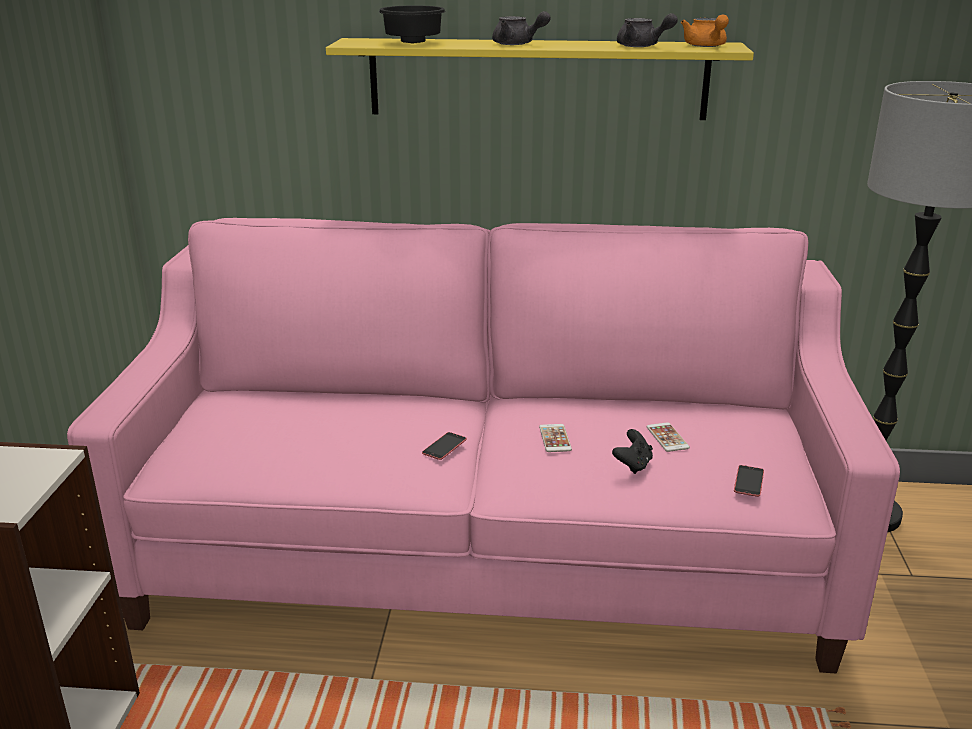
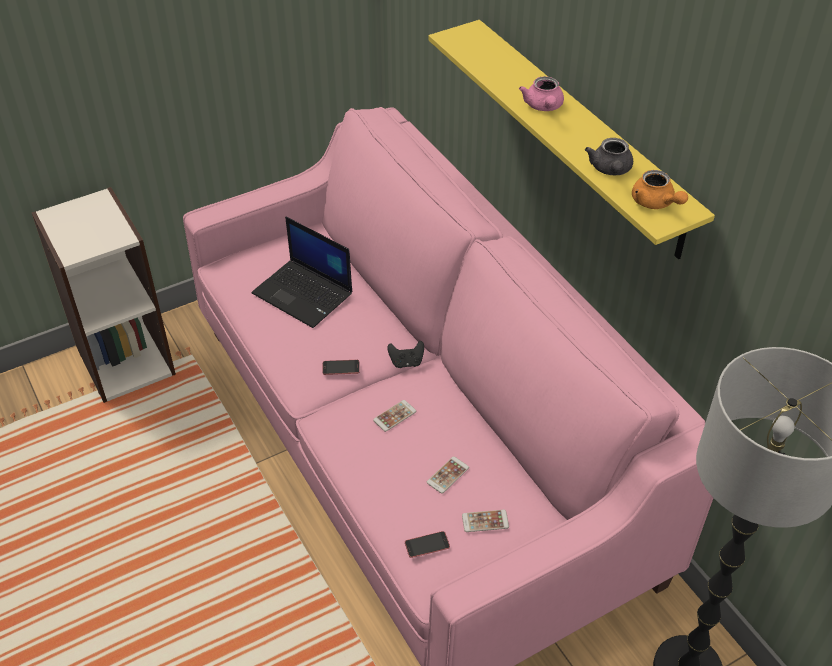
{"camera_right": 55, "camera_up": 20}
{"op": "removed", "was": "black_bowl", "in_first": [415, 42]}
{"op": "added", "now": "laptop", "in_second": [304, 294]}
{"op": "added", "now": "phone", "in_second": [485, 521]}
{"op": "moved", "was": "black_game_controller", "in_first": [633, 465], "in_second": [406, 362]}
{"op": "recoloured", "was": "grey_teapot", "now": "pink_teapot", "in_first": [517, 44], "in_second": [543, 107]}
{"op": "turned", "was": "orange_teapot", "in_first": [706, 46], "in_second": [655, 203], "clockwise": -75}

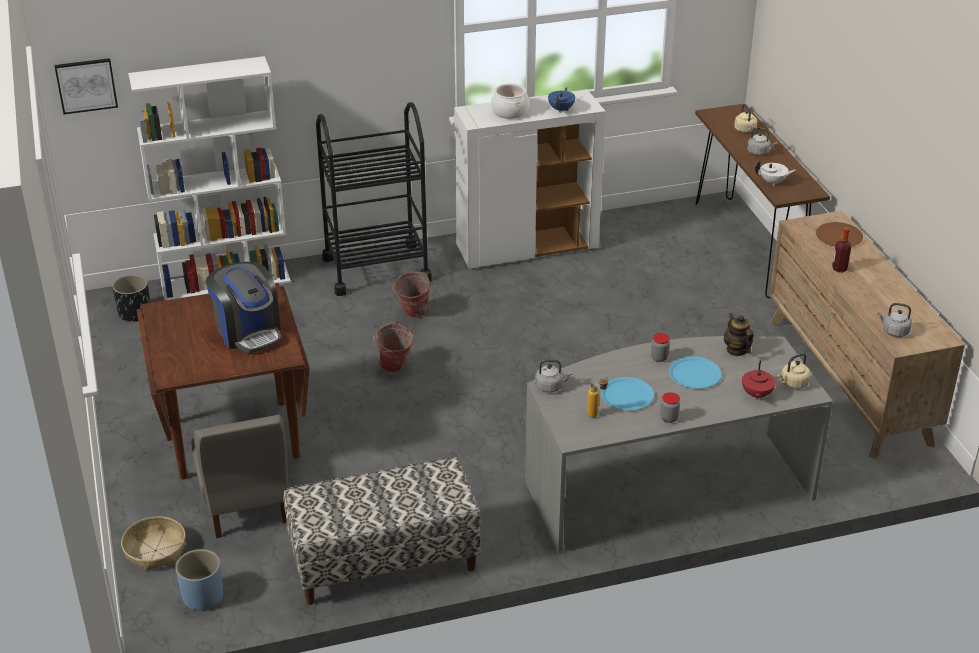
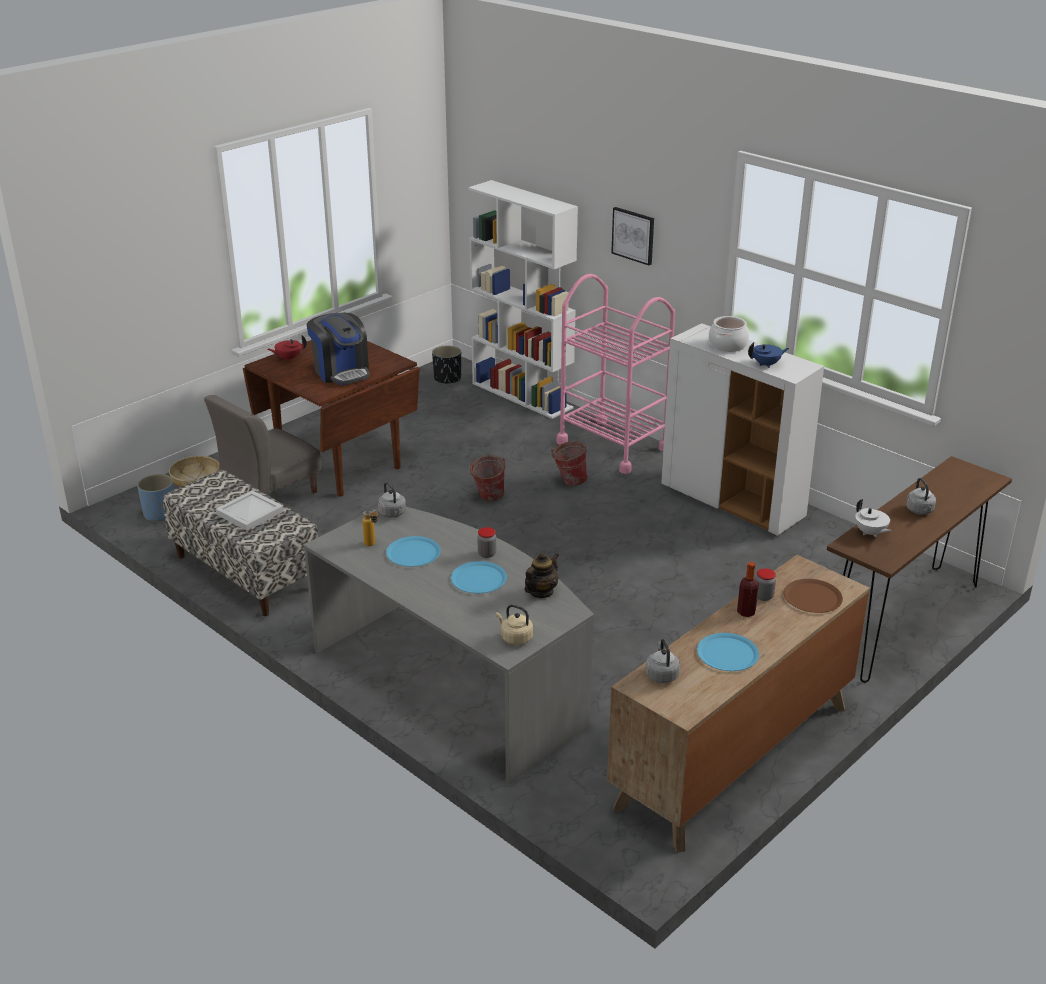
{"camera_right": 60, "camera_up": -5}
{"op": "removed", "was": "beige_kettle", "in_first": [745, 130]}
{"op": "added", "now": "white_tray", "in_second": [250, 513]}
{"op": "added", "now": "blue_plate", "in_second": [727, 653]}
{"op": "moved", "was": "picture", "in_first": [86, 85], "in_second": [633, 235]}
{"op": "moved", "was": "jar", "in_first": [669, 418], "in_second": [763, 596]}
{"op": "moved", "was": "red_teapot", "in_first": [756, 394], "in_second": [288, 358]}
{"op": "recoloured", "was": "black_cart", "now": "pink_cart", "in_first": [376, 269], "in_second": [613, 446]}
{"op": "turned", "was": "coffee_machine", "in_first": [248, 331], "in_second": [341, 372], "clockwise": -60}

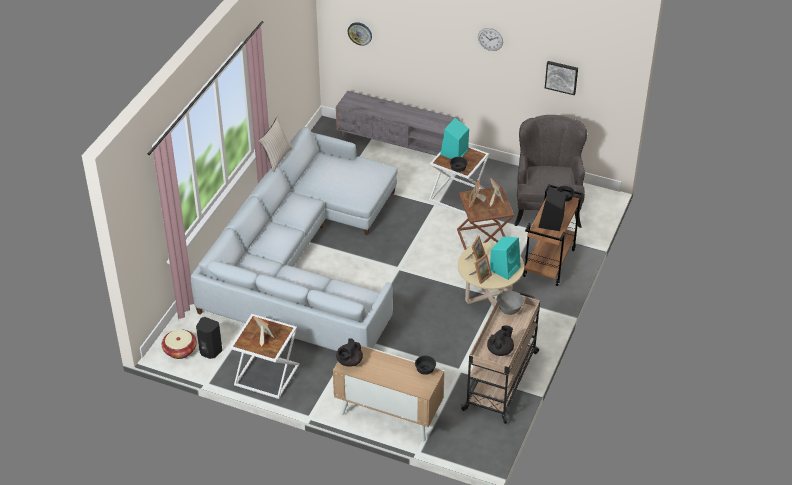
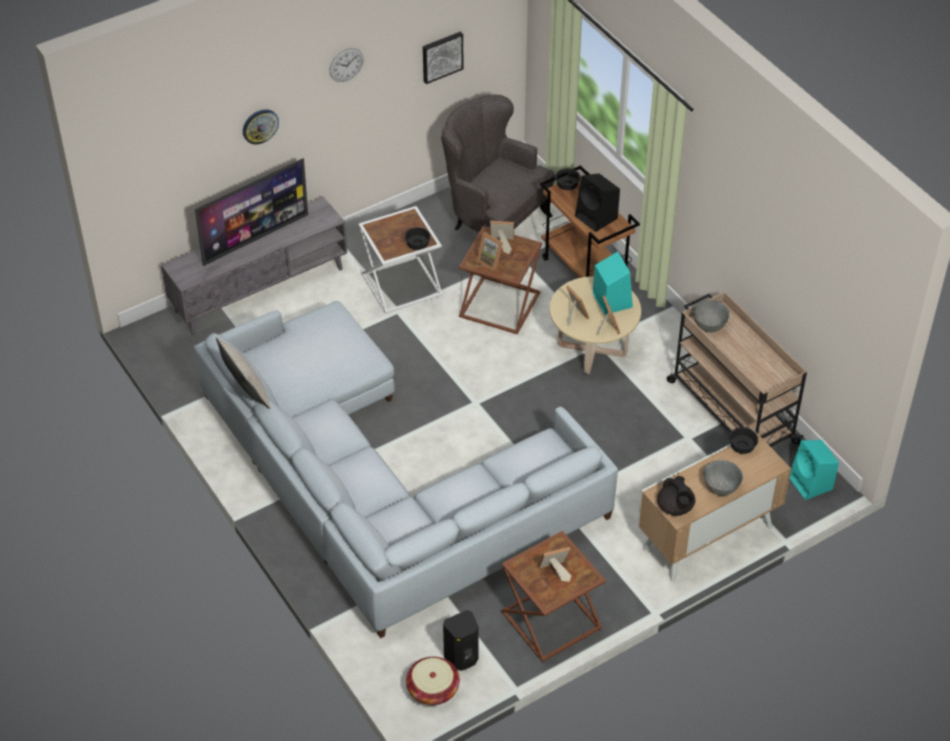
{"camera_right": -55, "camera_up": 5}
{"op": "removed", "was": "black_teapot", "in_first": [500, 350]}
{"op": "added", "now": "television", "in_second": [255, 238]}
{"op": "added", "now": "grey_bowl", "in_second": [721, 488]}
{"op": "moved", "was": "wall_clock", "in_first": [360, 33], "in_second": [260, 126]}
{"op": "moved", "was": "turquoise_speaker", "in_first": [454, 153], "in_second": [811, 484]}
{"op": "recoloured", "was": "white_side_table", "now": "brown_side_table", "in_first": [265, 375], "in_second": [550, 621]}

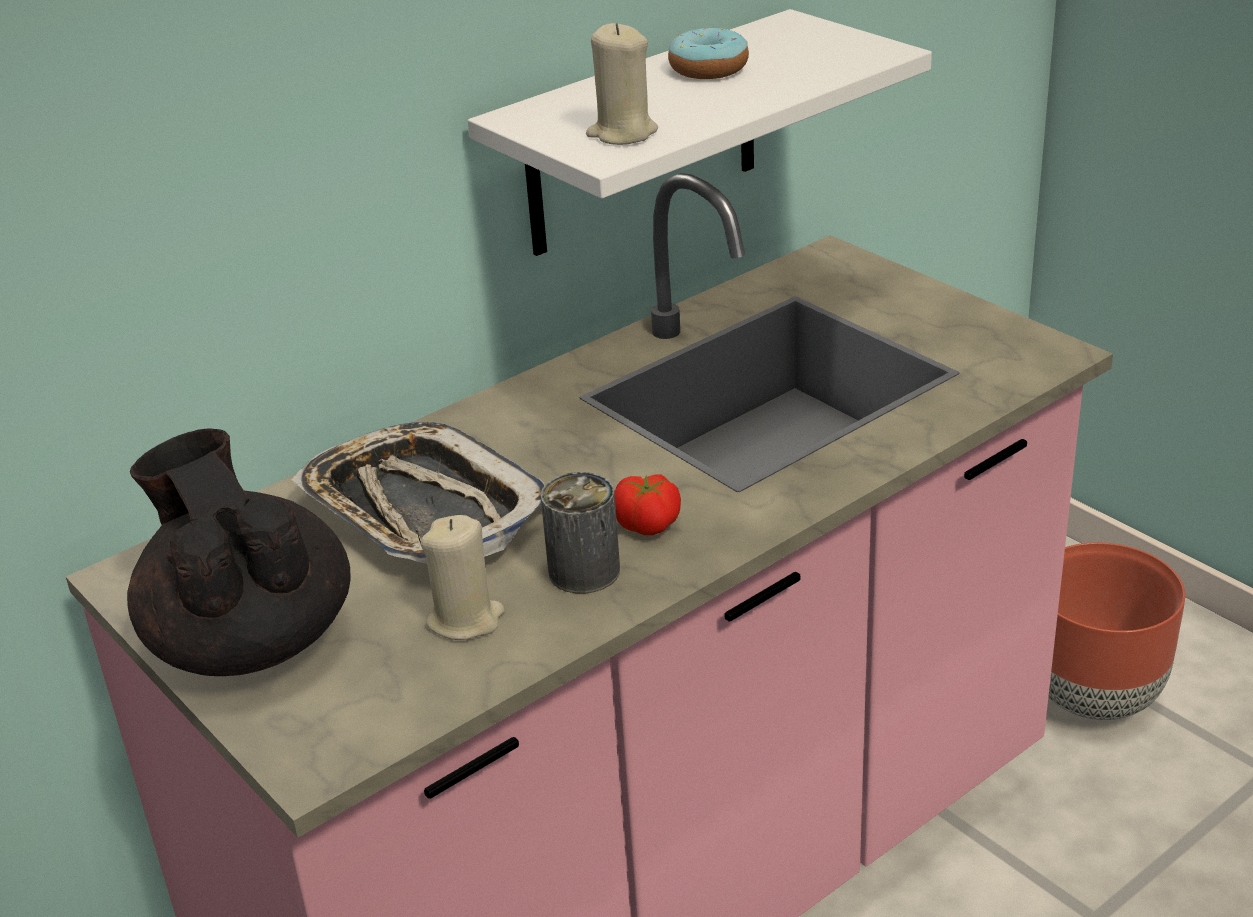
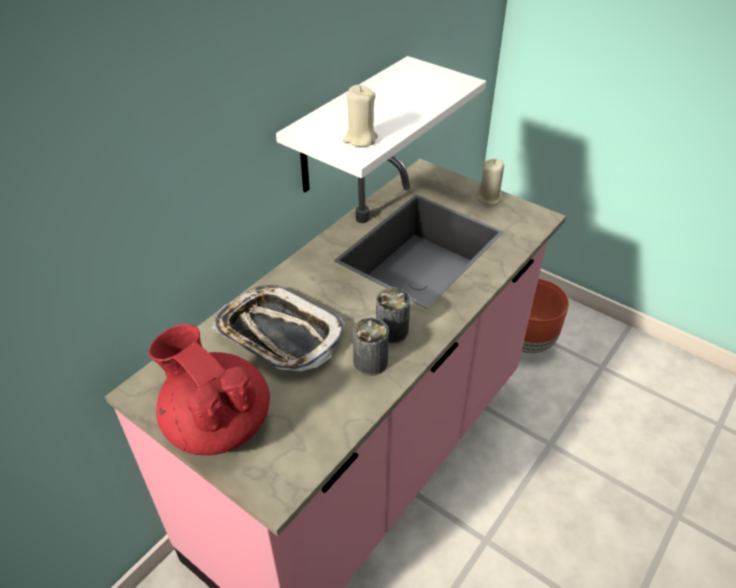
{"camera_right": -15, "camera_up": 10}
{"op": "removed", "was": "donut", "in_first": [708, 69]}
{"op": "moved", "was": "beige_candle", "in_first": [466, 619], "in_second": [489, 197]}
{"op": "replaced", "was": "tomato", "now": "can", "in_first": [649, 523], "in_second": [392, 330]}
{"op": "recoloured", "was": "black_teapot", "now": "red_teapot", "in_first": [250, 639], "in_second": [217, 423]}

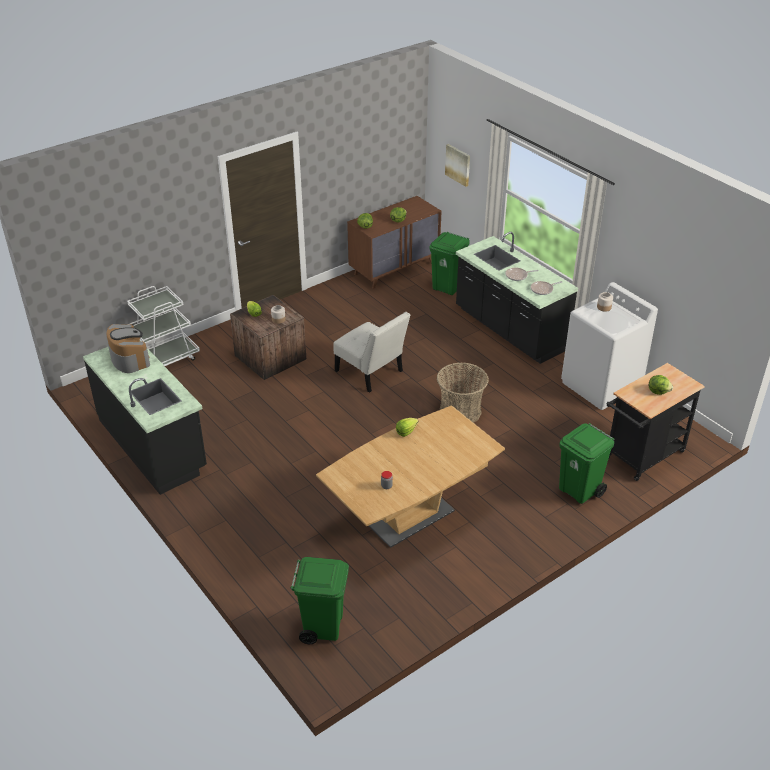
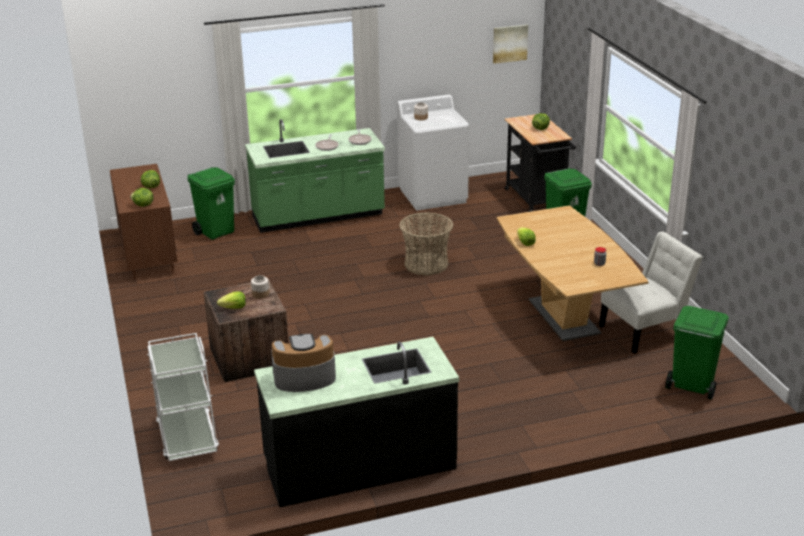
{"camera_right": -70, "camera_up": -10}
{"op": "moved", "was": "white_chair", "in_first": [371, 373], "in_second": [645, 331]}
{"op": "moved", "was": "picture", "in_first": [458, 164], "in_second": [509, 43]}
{"op": "recoloured", "was": "black_counter", "now": "green_counter", "in_first": [509, 330], "in_second": [318, 217]}

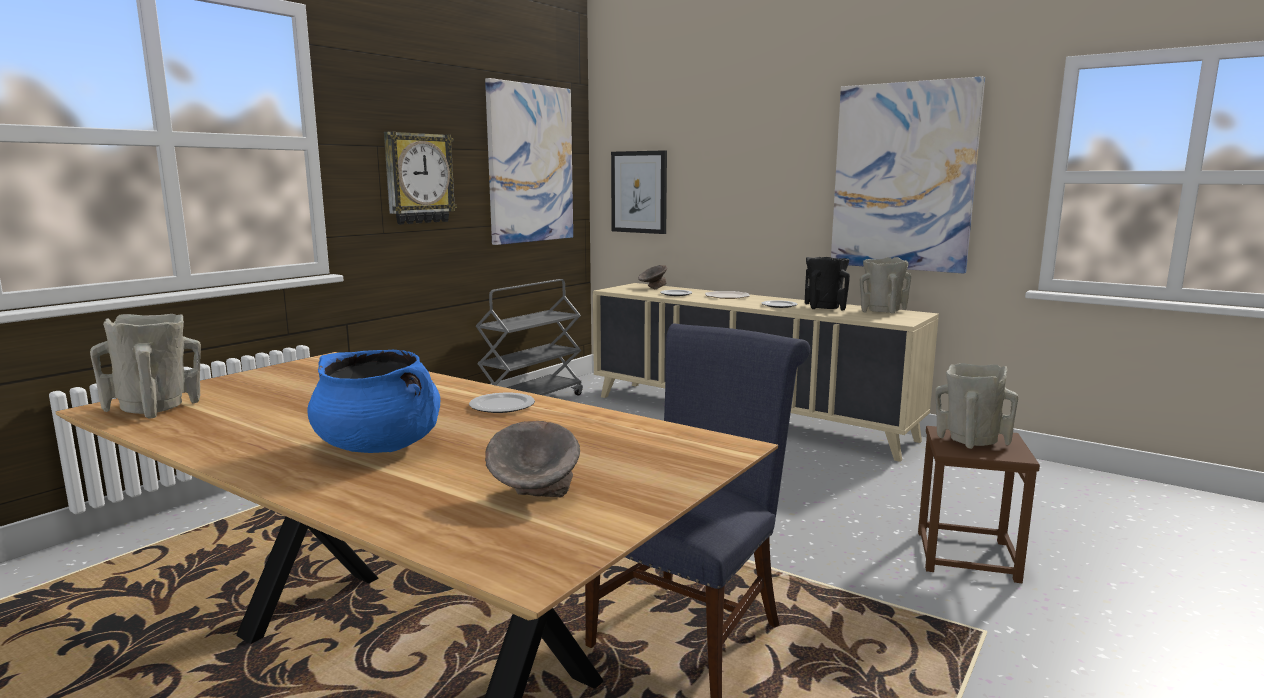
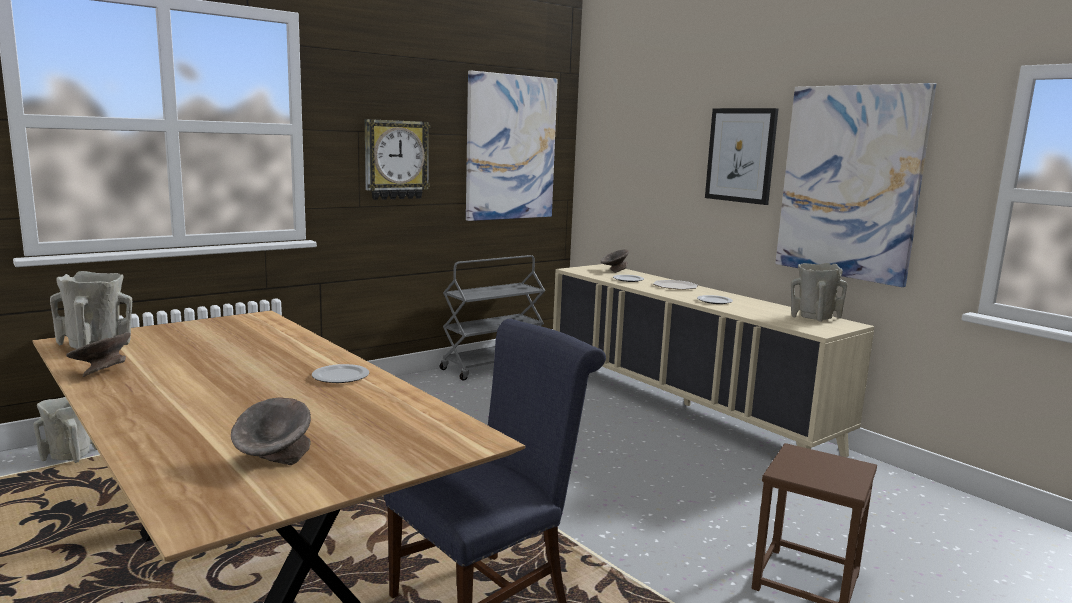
{"camera_right": 15, "camera_up": 0}
{"op": "removed", "was": "blue_cooking_pot", "in_first": [380, 446]}
{"op": "removed", "was": "black_vase", "in_first": [825, 308]}
{"op": "added", "now": "grey_bowl", "in_second": [101, 372]}
{"op": "moved", "was": "picture", "in_first": [639, 192], "in_second": [741, 155]}
{"op": "moved", "was": "beige_vase", "in_first": [970, 441], "in_second": [70, 455]}

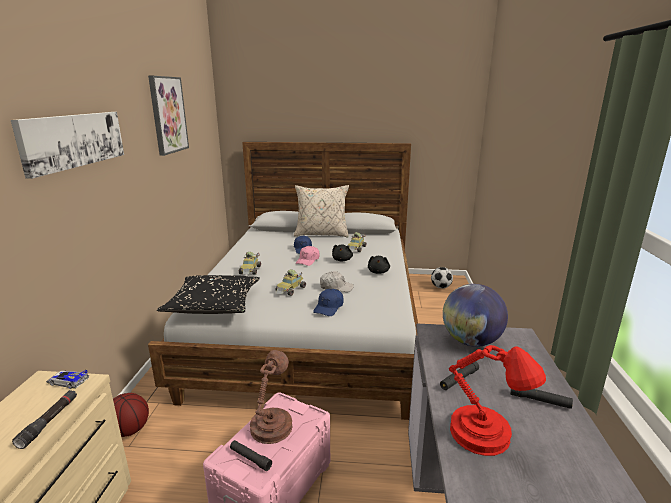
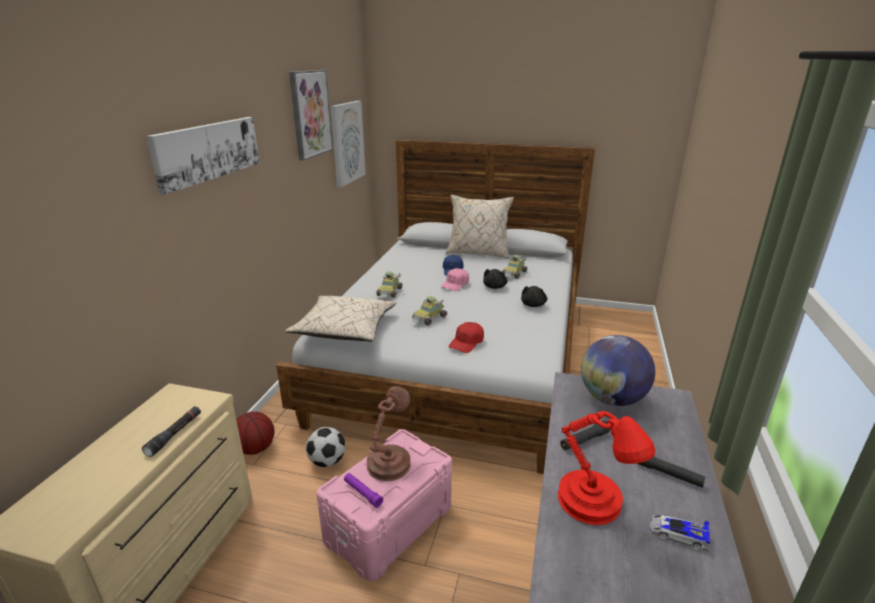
{"camera_right": 10, "camera_up": 5}
{"op": "removed", "was": "white_cap", "in_first": [336, 287]}
{"op": "added", "now": "picture", "in_second": [347, 143]}
{"op": "moved", "was": "toy_car", "in_first": [67, 381], "in_second": [678, 534]}
{"op": "moved", "was": "football", "in_first": [441, 287], "in_second": [327, 461]}
{"op": "recoloured", "was": "black_pillow", "now": "beige_pillow", "in_first": [213, 305], "in_second": [345, 329]}
{"op": "recoloured", "was": "black_flashlight", "now": "purple_flashlight", "in_first": [250, 458], "in_second": [363, 493]}
{"op": "recoloured", "was": "blue_cap", "now": "red_cap", "in_first": [329, 307], "in_second": [467, 343]}

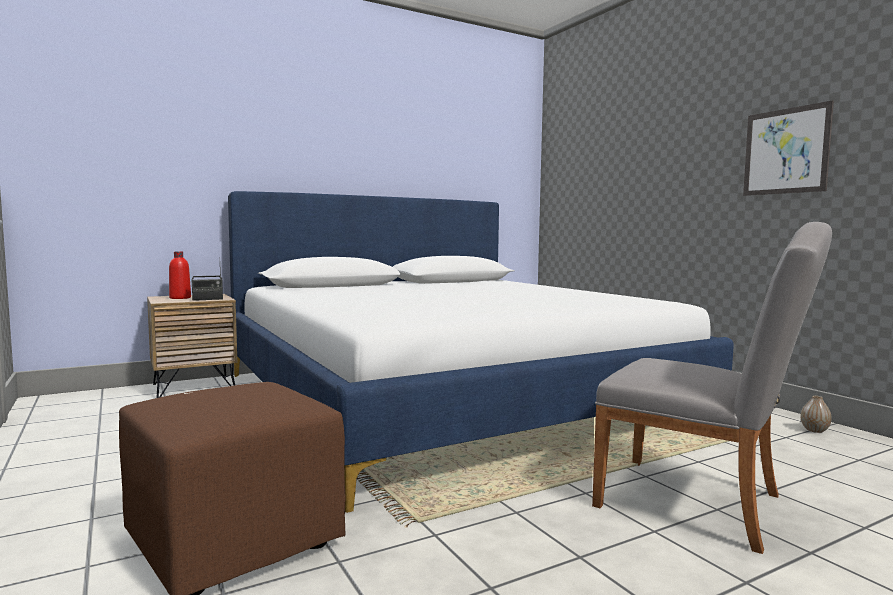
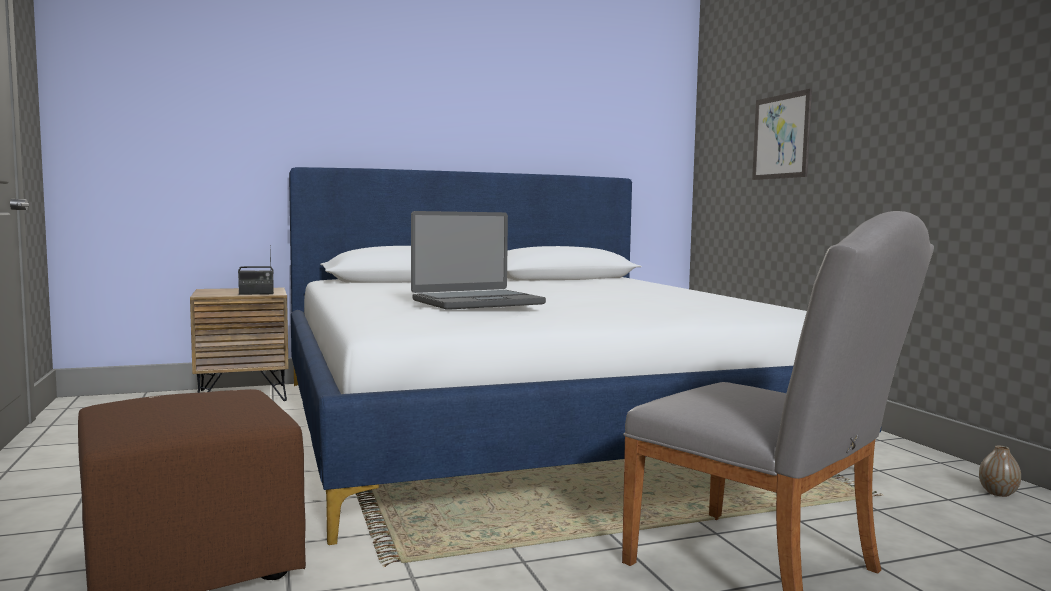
{"camera_right": 10, "camera_up": 0}
{"op": "removed", "was": "red_bottle", "in_first": [180, 298]}
{"op": "added", "now": "laptop", "in_second": [477, 302]}
{"op": "moved", "was": "picture", "in_first": [786, 151], "in_second": [781, 136]}

